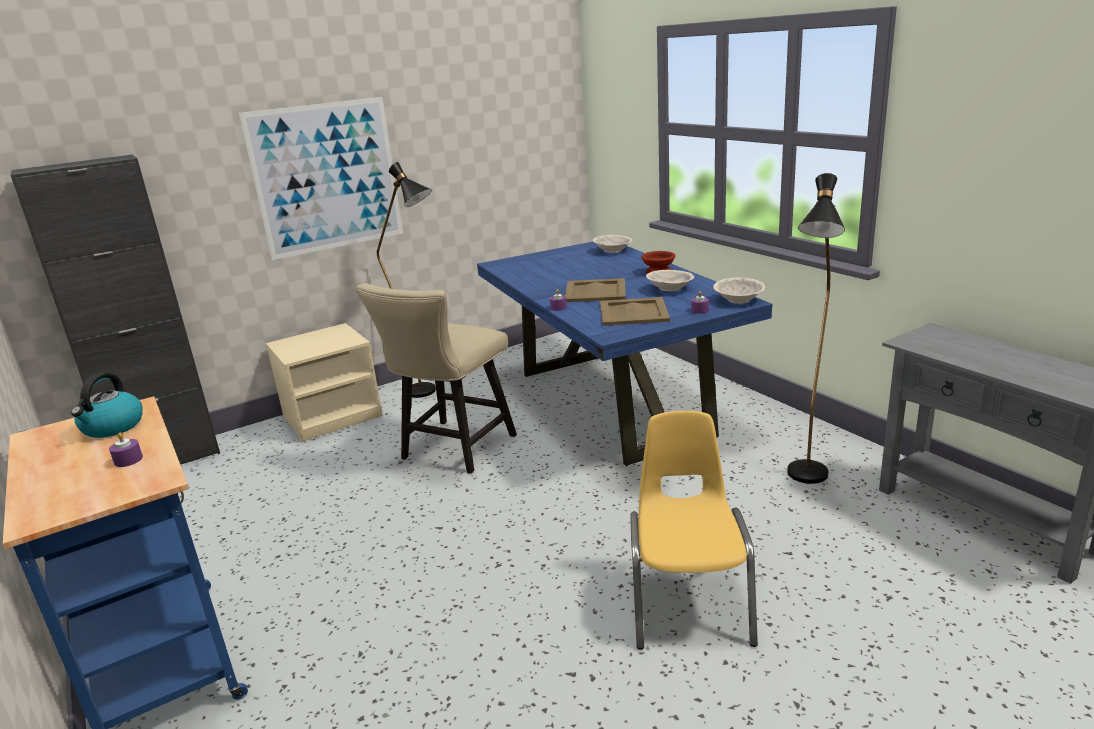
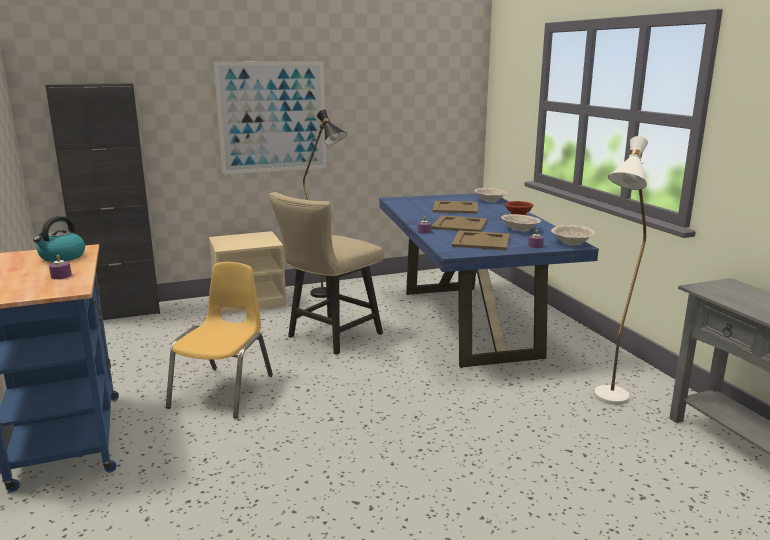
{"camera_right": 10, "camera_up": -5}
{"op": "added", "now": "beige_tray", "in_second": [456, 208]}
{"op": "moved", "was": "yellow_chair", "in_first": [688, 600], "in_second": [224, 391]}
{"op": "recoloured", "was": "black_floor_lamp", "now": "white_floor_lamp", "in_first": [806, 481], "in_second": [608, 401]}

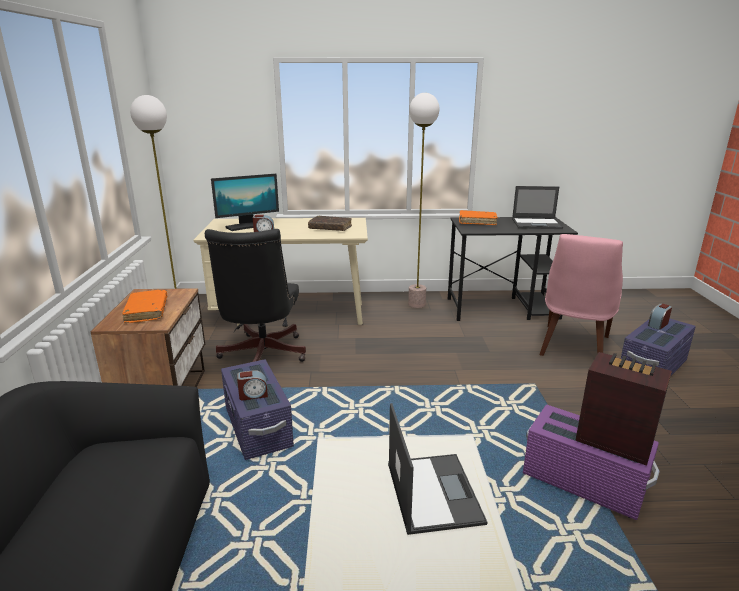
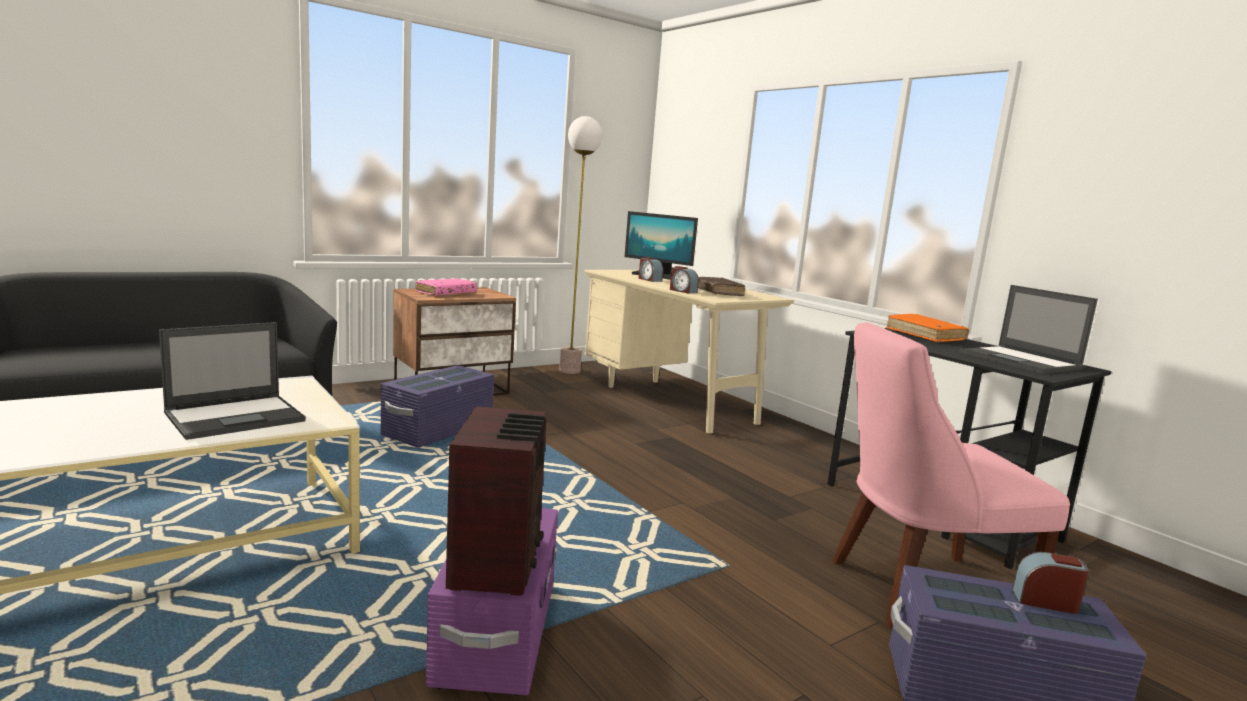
{"camera_right": 55, "camera_up": -10}
{"op": "removed", "was": "black_office_chair", "in_first": [261, 356]}
{"op": "removed", "was": "floor_lamp", "in_first": [416, 304]}
{"op": "moved", "was": "alarm_clock", "in_first": [253, 395], "in_second": [682, 291]}
{"op": "recoloured", "was": "orange_book", "now": "pink_book", "in_first": [147, 311], "in_second": [446, 293]}

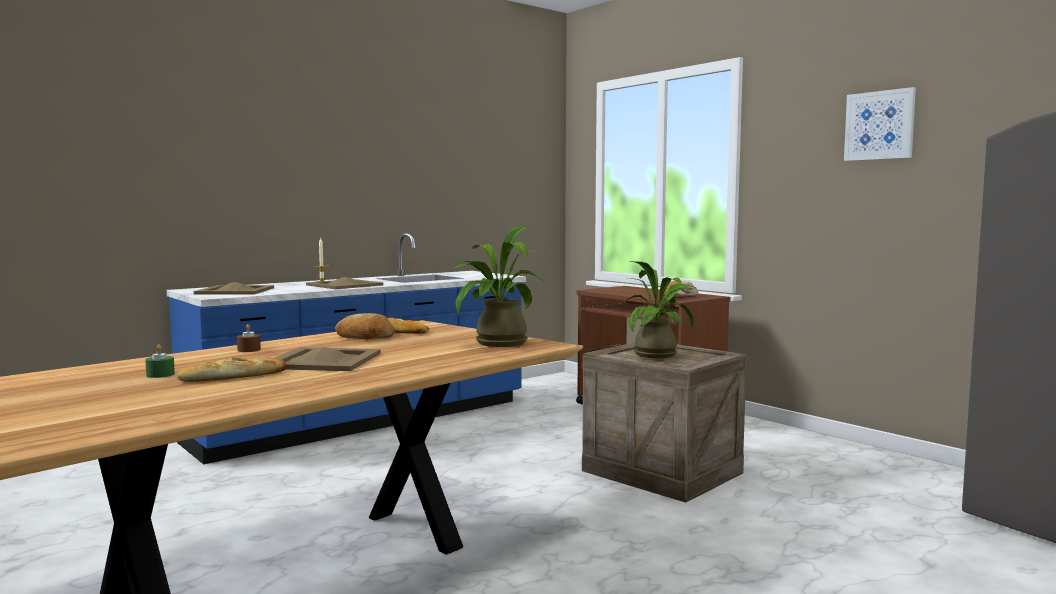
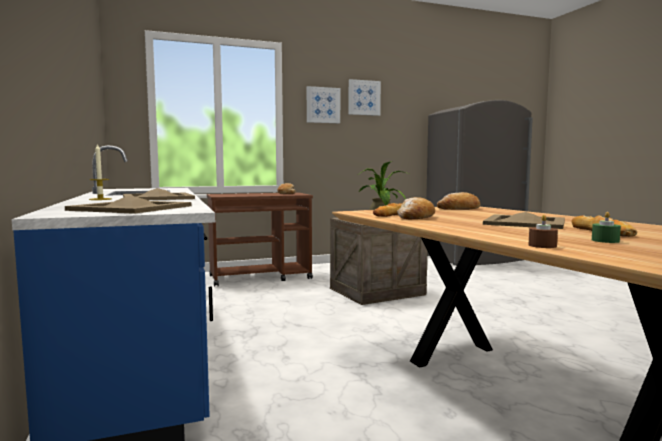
{"camera_right": -70, "camera_up": 0}
{"op": "added", "now": "picture", "in_second": [323, 105]}
{"op": "moved", "was": "brown_candle", "in_first": [249, 350], "in_second": [542, 245]}
{"op": "replaced", "was": "potted_plant", "now": "bread", "in_first": [495, 344], "in_second": [459, 209]}

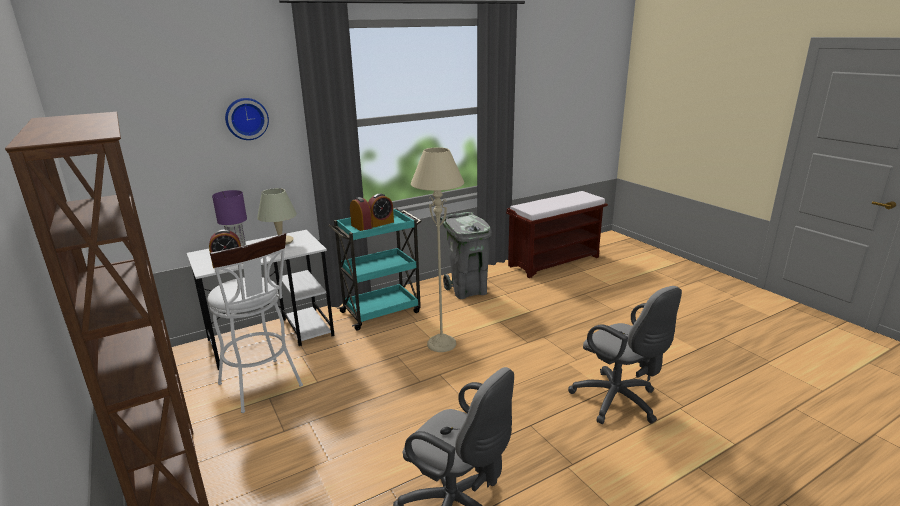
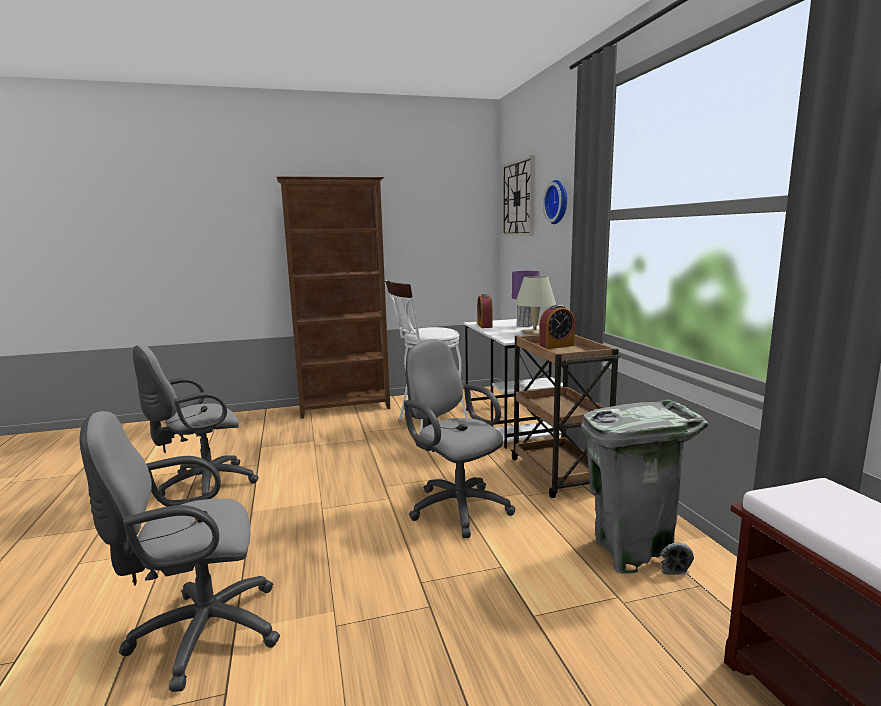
{"camera_right": 105, "camera_up": -10}
{"op": "removed", "was": "alarm_clock", "in_first": [381, 223]}
{"op": "added", "now": "wall_clock", "in_second": [518, 198]}
{"op": "replaced", "was": "beige_floor_lamp", "now": "grey_office_chair", "in_first": [441, 344], "in_second": [455, 506]}
{"op": "recoloured", "was": "turquoise_cart", "now": "brown_cart", "in_first": [382, 311], "in_second": [559, 475]}

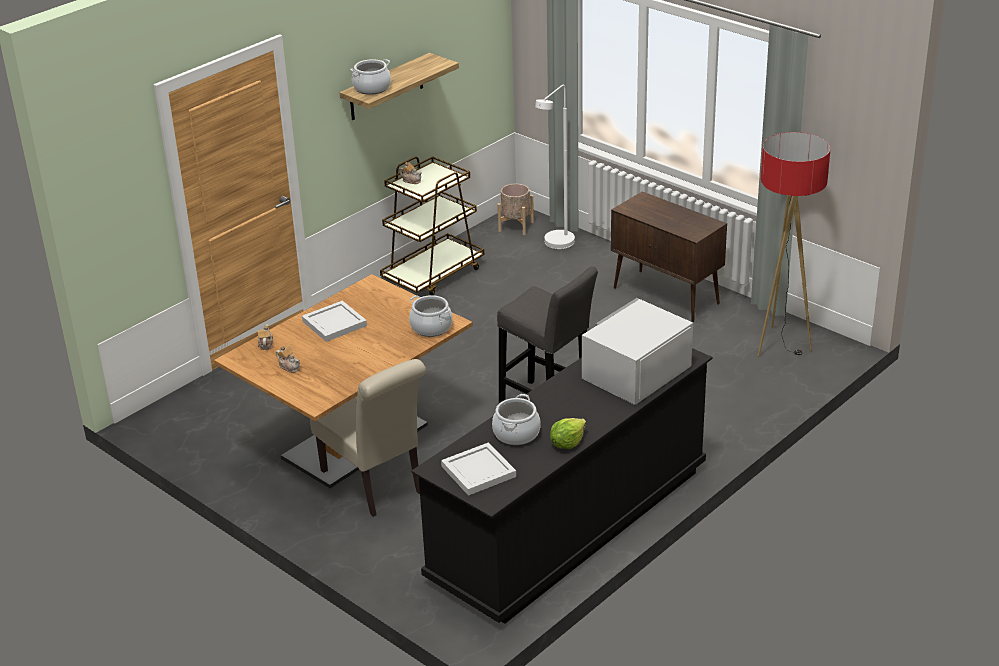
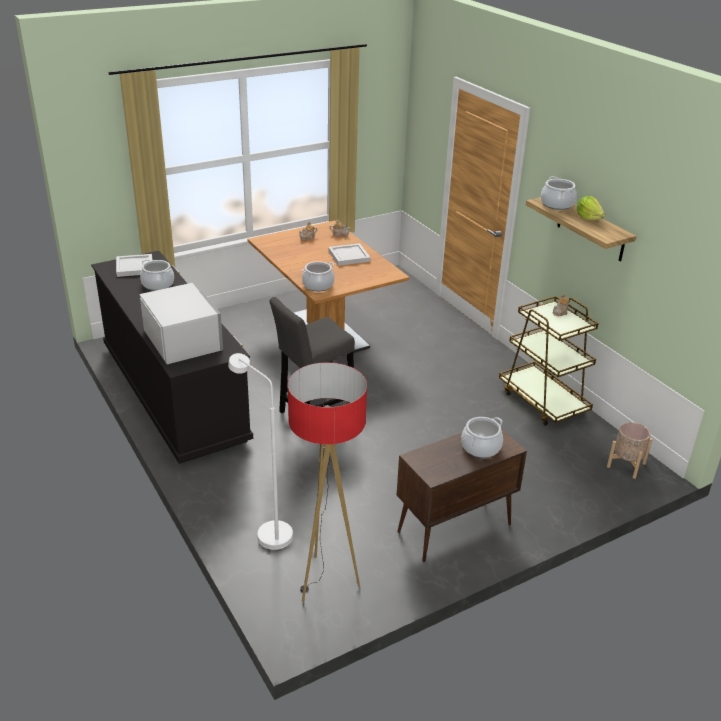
{"camera_right": 105, "camera_up": 0}
{"op": "removed", "was": "beige_chair", "in_first": [376, 486]}
{"op": "added", "now": "cooking_pot", "in_second": [480, 447]}
{"op": "moved", "was": "white_floor_lamp", "in_first": [556, 246], "in_second": [267, 532]}
{"op": "moved", "was": "lettuce", "in_first": [567, 443], "in_second": [588, 218]}

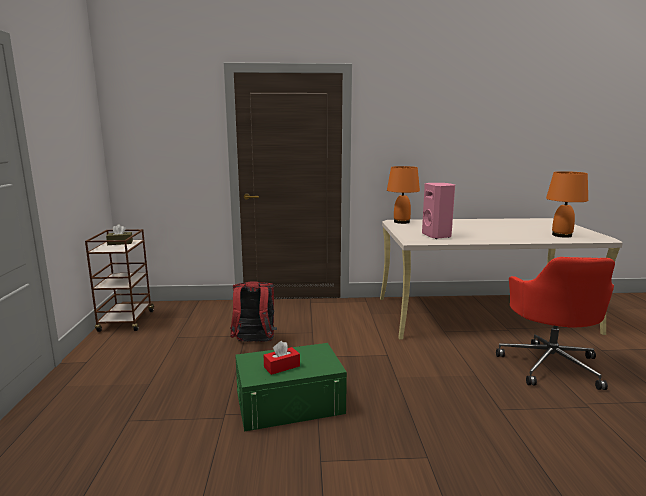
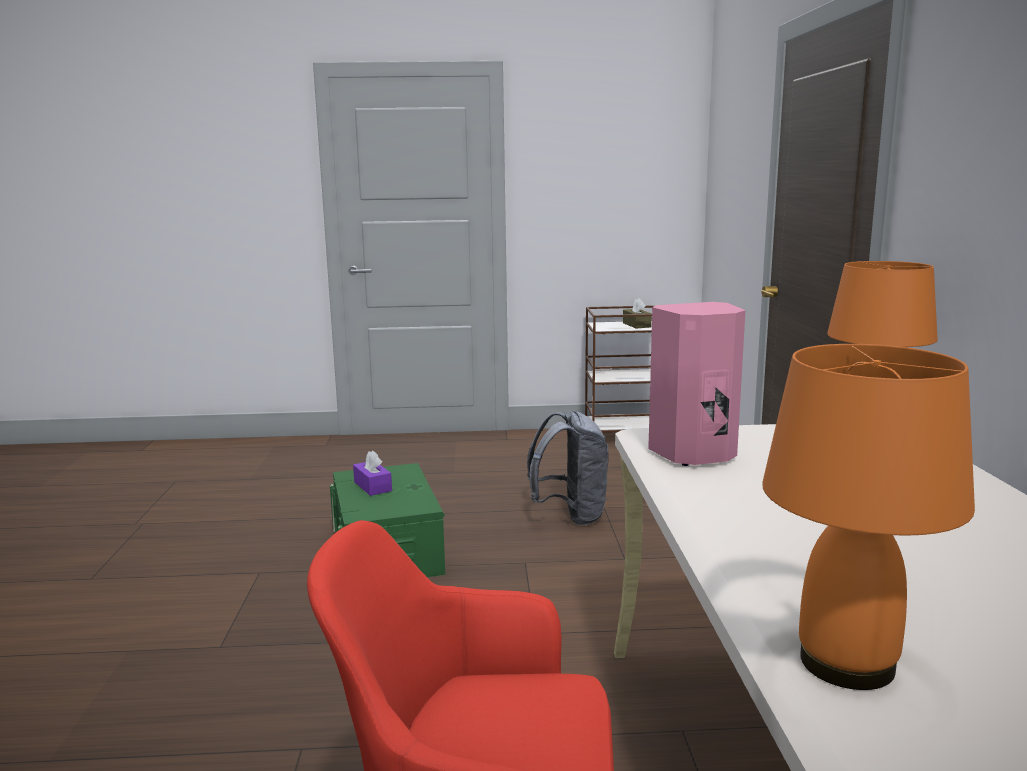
{"camera_right": 90, "camera_up": 0}
{"op": "recoloured", "was": "red_backpack", "now": "grey_backpack", "in_first": [254, 343], "in_second": [571, 515]}
{"op": "recoloured", "was": "red_tissue_box", "now": "purple_tissue_box", "in_first": [282, 366], "in_second": [372, 486]}

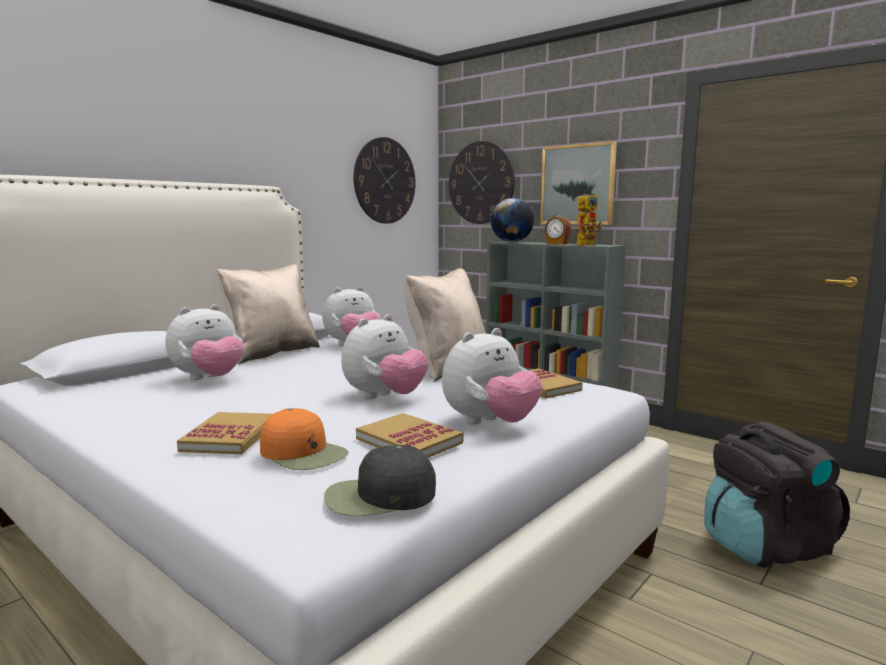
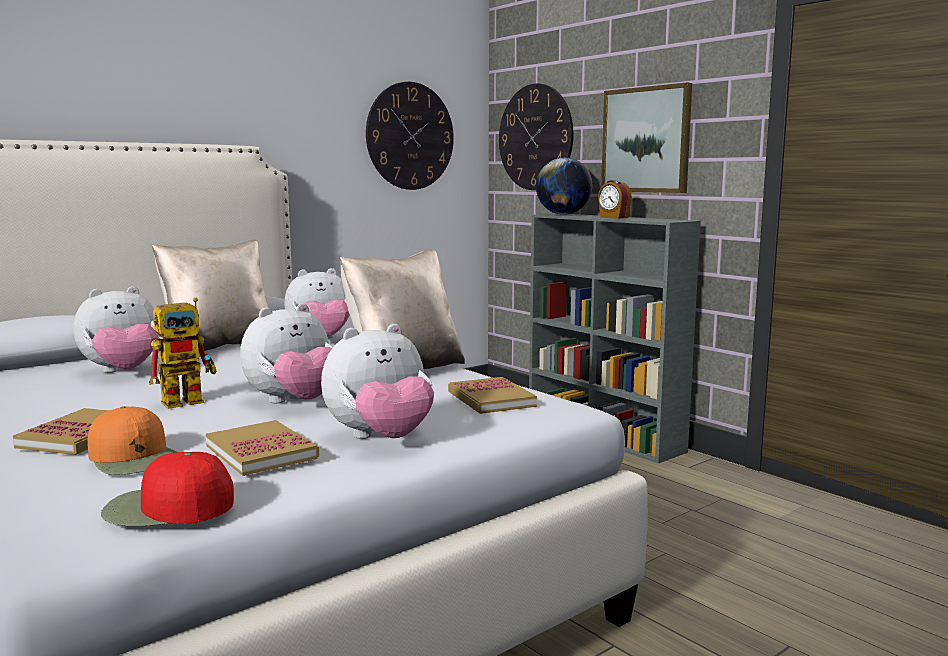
{"camera_right": 10, "camera_up": 0}
{"op": "removed", "was": "black_backpack", "in_first": [764, 546]}
{"op": "moved", "was": "toy_robot", "in_first": [586, 244], "in_second": [190, 400]}
{"op": "recoloured", "was": "black_cap", "now": "red_cap", "in_first": [379, 496], "in_second": [167, 508]}

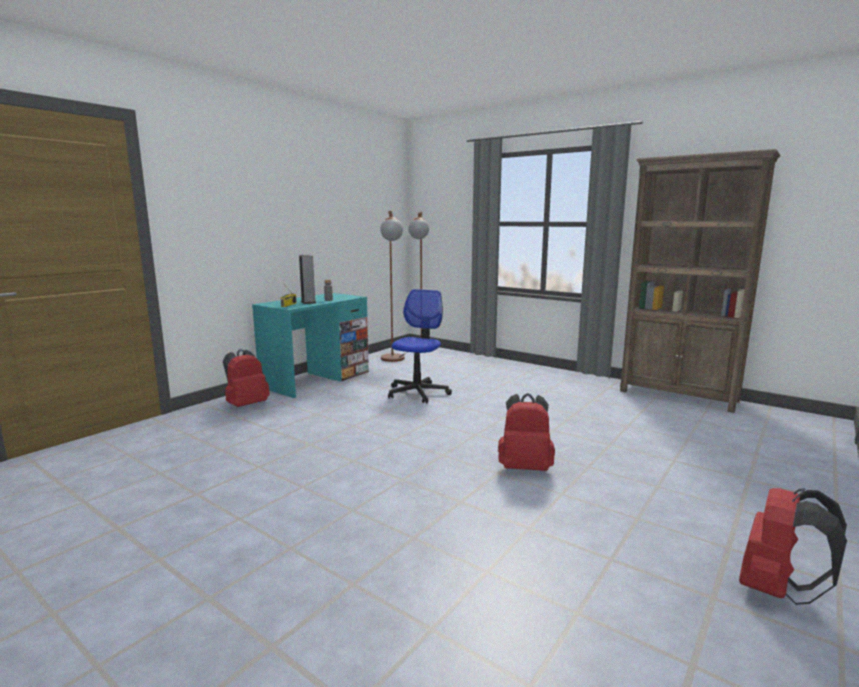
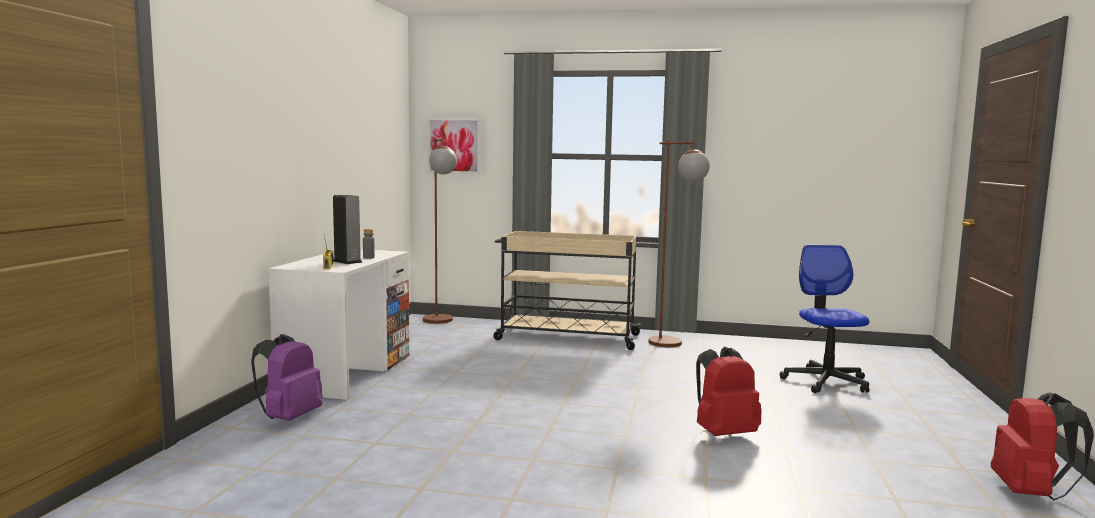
{"camera_right": -25, "camera_up": -5}
{"op": "removed", "was": "brown_bookcase", "in_first": [679, 396]}
{"op": "added", "now": "picture", "in_second": [454, 146]}
{"op": "added", "now": "beige_cart", "in_second": [566, 337]}
{"op": "moved", "was": "brown_floor_lamp", "in_first": [393, 361], "in_second": [673, 345]}
{"op": "moved", "was": "office_chair", "in_first": [417, 393], "in_second": [826, 381]}
{"op": "recoloured", "was": "red_backpack", "now": "purple_backpack", "in_first": [246, 405], "in_second": [288, 417]}
{"op": "recoloured", "was": "turquoise_desk", "now": "white_desk", "in_first": [316, 379], "in_second": [347, 373]}

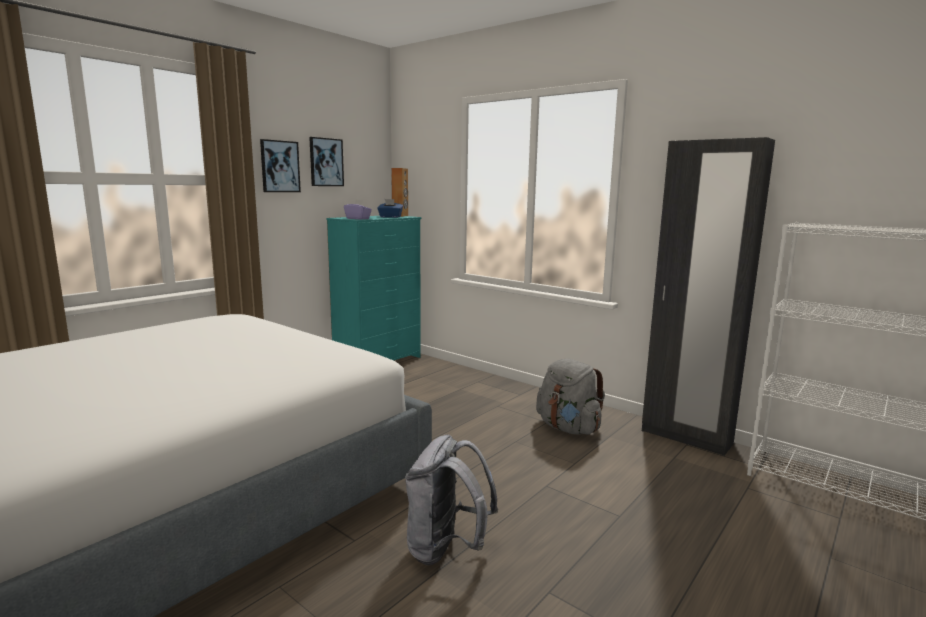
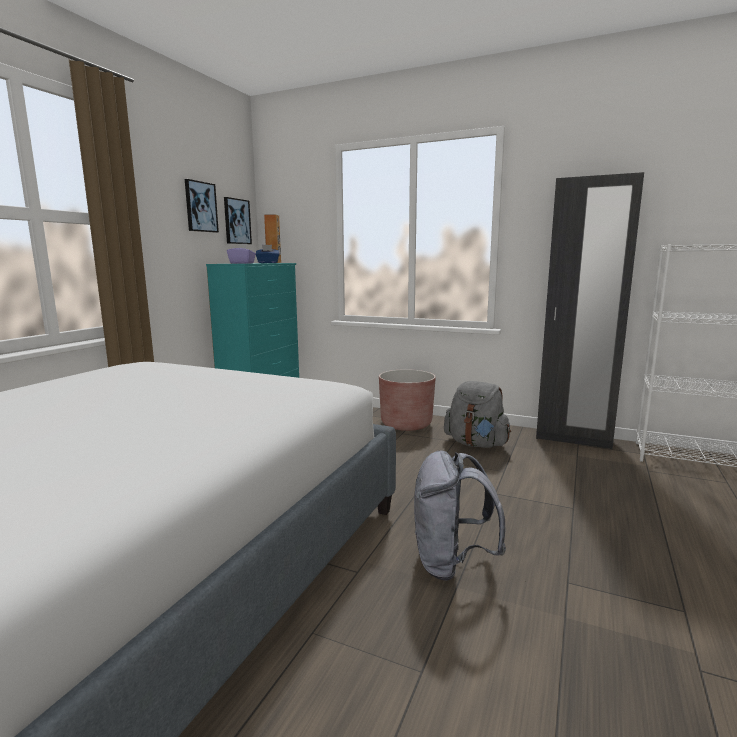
{"camera_right": -15, "camera_up": 0}
{"op": "added", "now": "brown_planter", "in_second": [406, 424]}
{"op": "moved", "was": "picture", "in_first": [279, 166], "in_second": [237, 221]}

